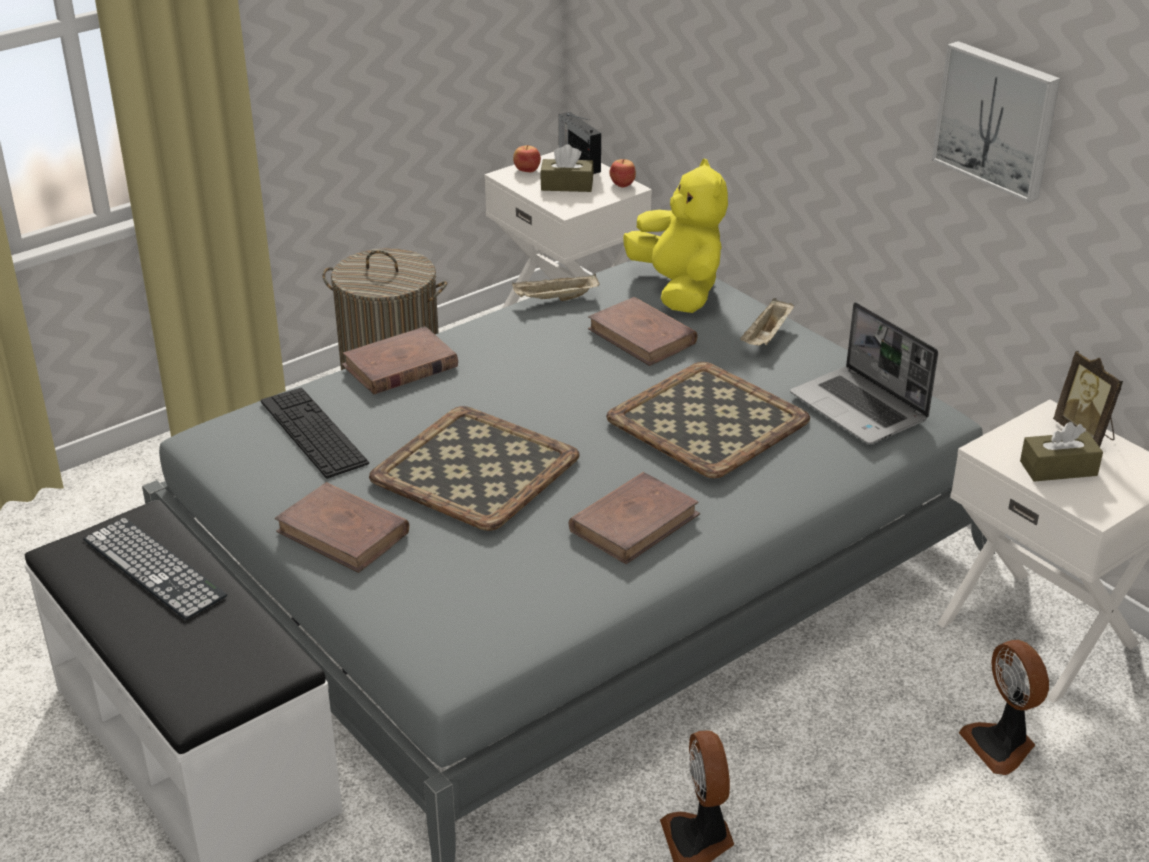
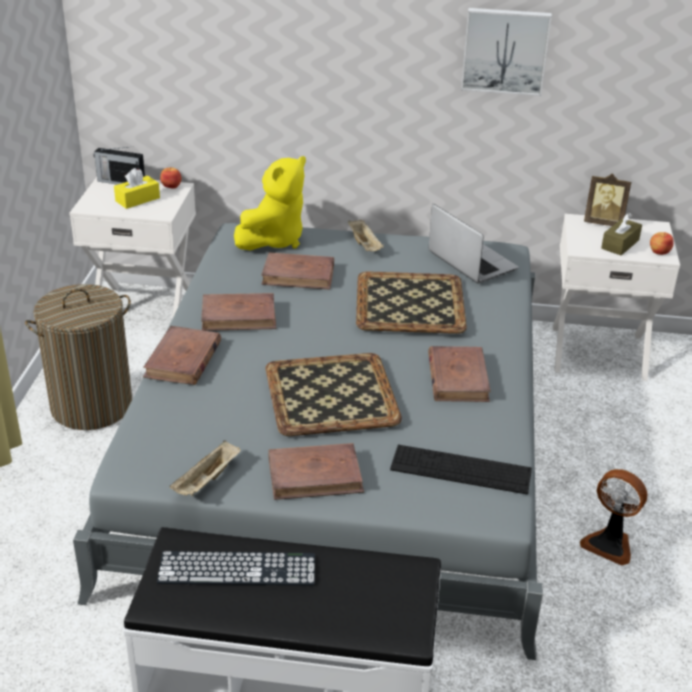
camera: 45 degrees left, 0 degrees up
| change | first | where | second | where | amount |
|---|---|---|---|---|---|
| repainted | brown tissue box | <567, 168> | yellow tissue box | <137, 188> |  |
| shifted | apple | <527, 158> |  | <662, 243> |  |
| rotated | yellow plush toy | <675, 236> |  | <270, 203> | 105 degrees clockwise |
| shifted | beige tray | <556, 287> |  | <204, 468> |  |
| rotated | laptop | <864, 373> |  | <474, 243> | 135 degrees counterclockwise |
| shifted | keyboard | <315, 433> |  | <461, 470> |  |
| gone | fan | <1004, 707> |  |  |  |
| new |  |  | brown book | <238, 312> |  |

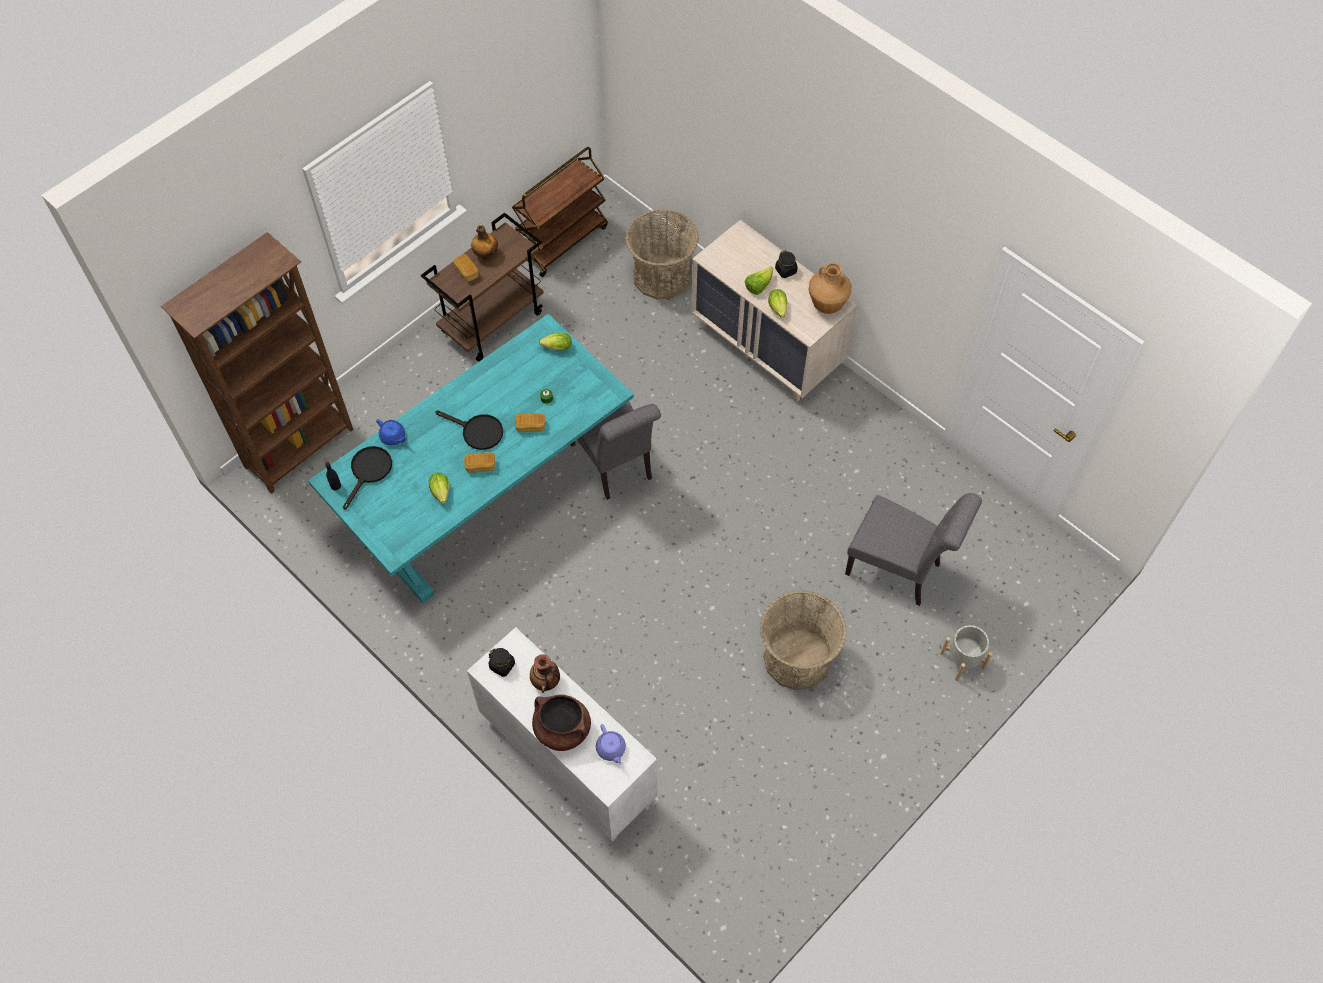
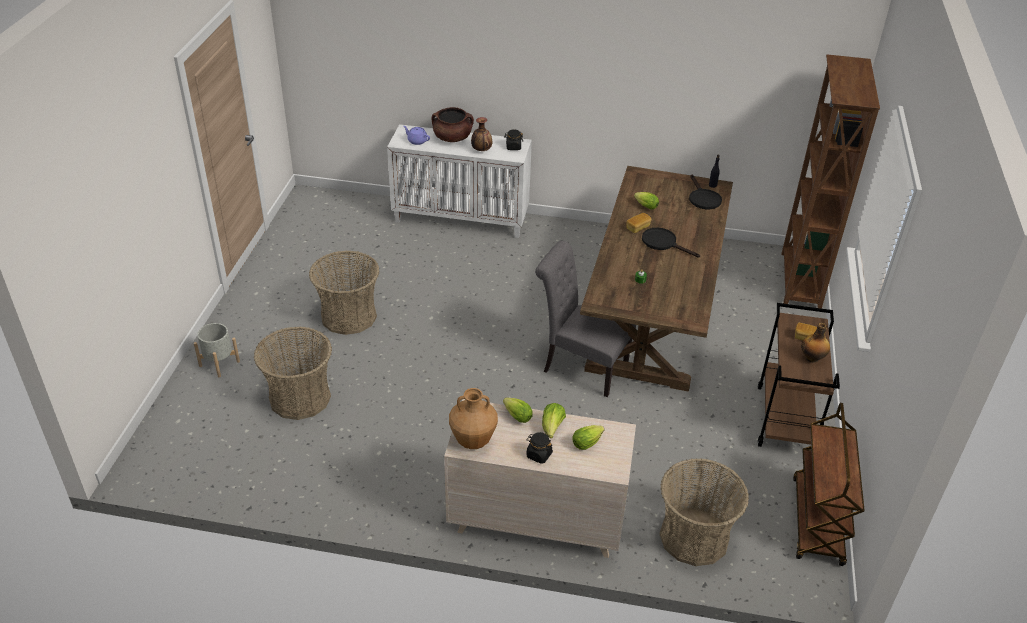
camera: 145 degrees right, 20 degrees down
| change | first | where | second | where | amount |
|---|---|---|---|---|---|
| repainted | turquoise dining table | <471, 458> | brown dining table | <656, 279> |  |
| shifted | lettuce | <555, 341> |  | <588, 437> |  |
| rotated | black frying pan | <469, 430> |  | <671, 242> | 45 degrees clockwise |
| gone | bread | <530, 422> |  |  |  |
| gone | blue teapot | <391, 432> |  |  |  |
| swapped | grey chair | <913, 549> | basket | <293, 373> |  |

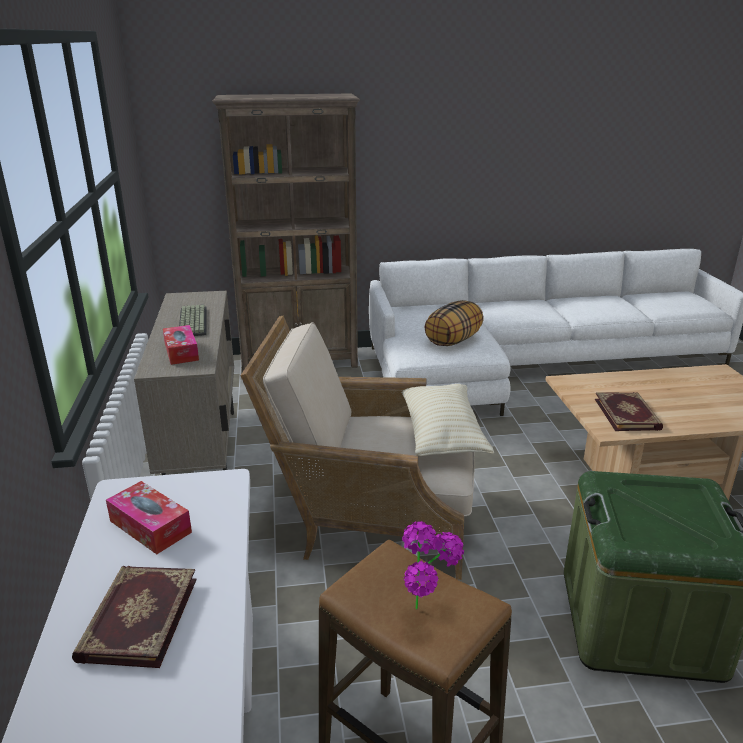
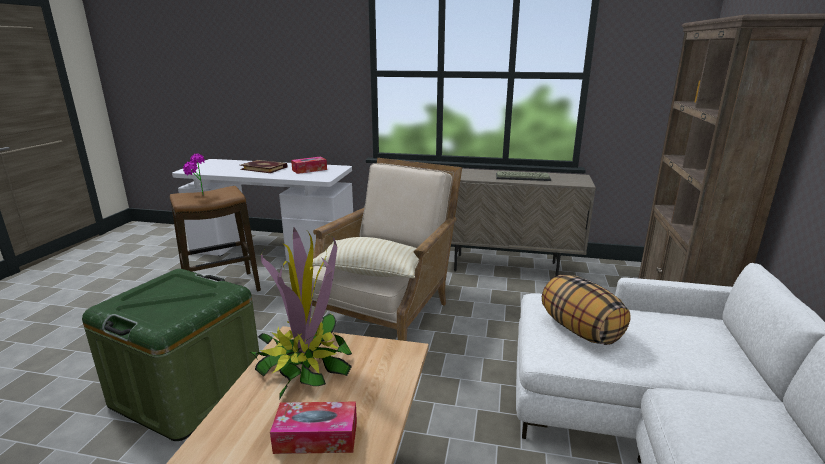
camera: 110 degrees right, 5 degrees down
| change | first | where | second | where | amount |
|---|---|---|---|---|---|
| shifted | tissue box | <181, 345> |  | <313, 428> |  |
| swapped | book | <629, 411> | potted plant | <301, 313> |  |

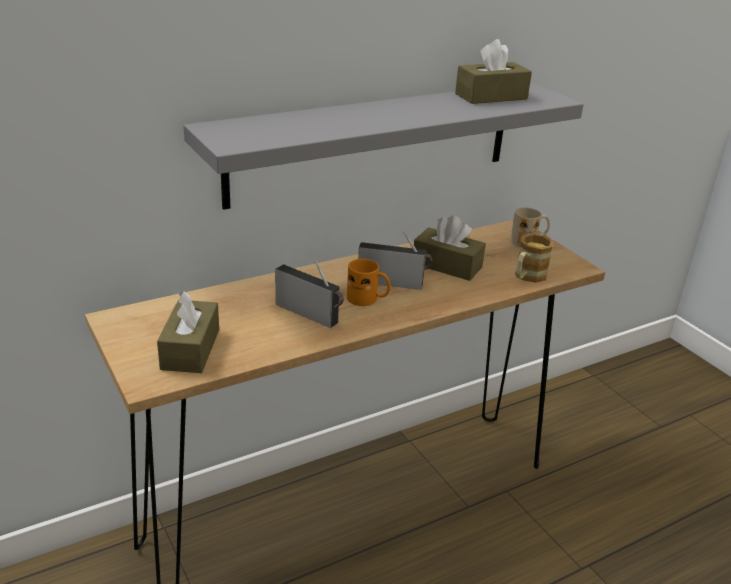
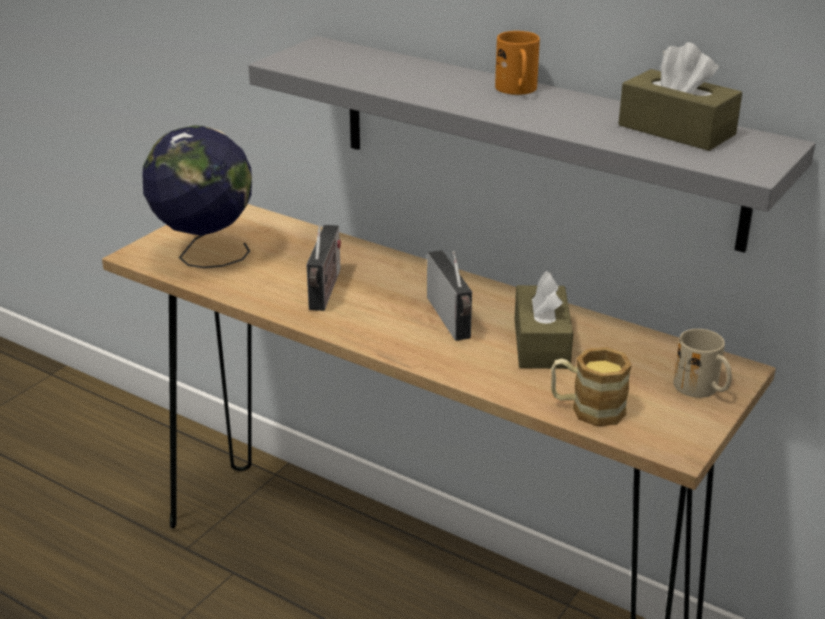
camera: 65 degrees right, 0 degrees up
| change | first | where | second | where | amount |
|---|---|---|---|---|---|
| shifted | orange mug | <369, 282> |  | <517, 63> |  |
| swapped | brown tissue box | <188, 332> | globe | <197, 196> |  |

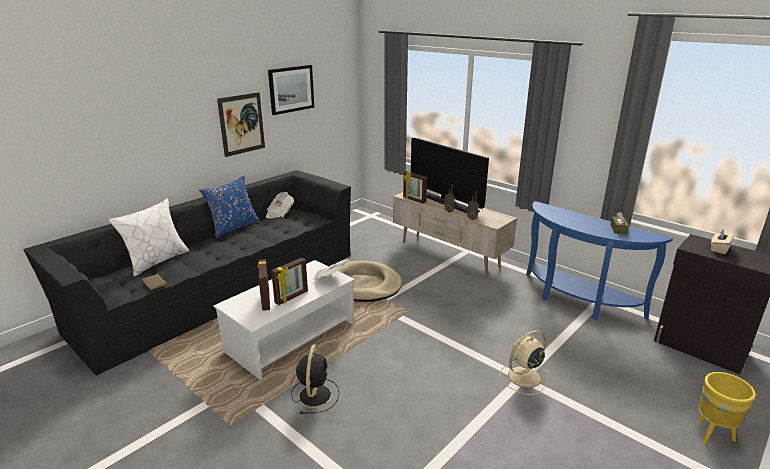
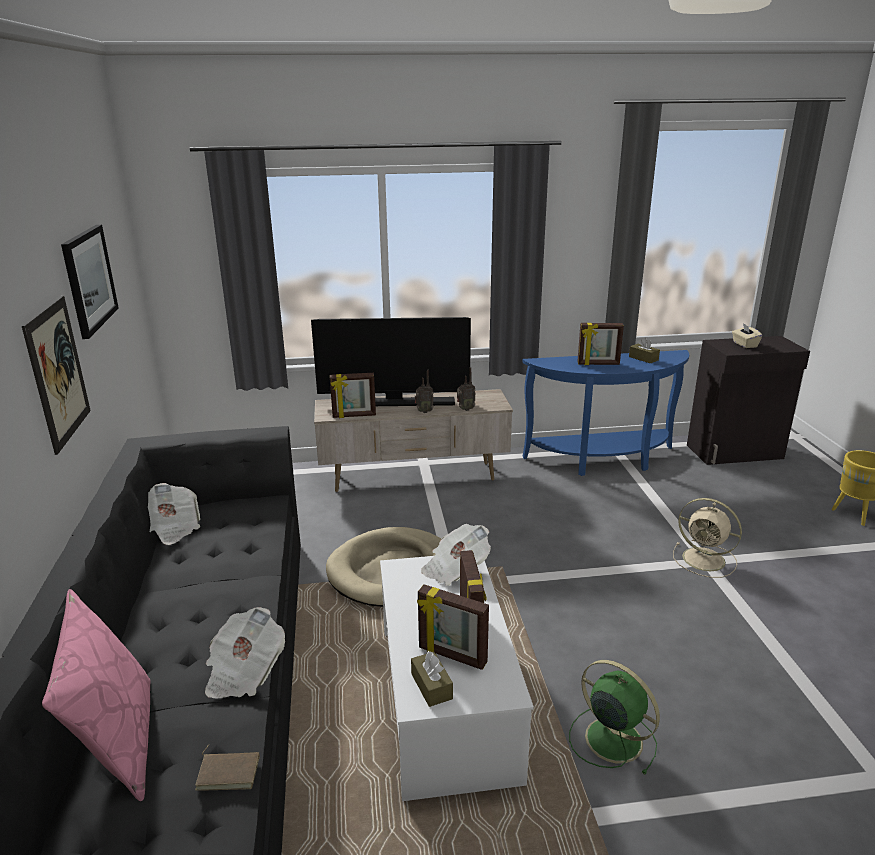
camera: 50 degrees left, 0 degrees up
| change | first | where | second | where | amount |
|---|---|---|---|---|---|
| gone | blue pillow | <229, 207> |  |  |  |
| repainted | white pillow | <149, 237> | pink pillow | <96, 695> |  |
| rotated | beige fan | <524, 362> |  | <707, 538> | 60 degrees counterclockwise |
| repainted | black fan | <315, 379> | green fan | <614, 717> |  |
| new |  |  | picture frame | <600, 344> |  |
| new |  |  | newspaper | <245, 653> |  |
| new |  |  | brown tissue box | <432, 679> |  |

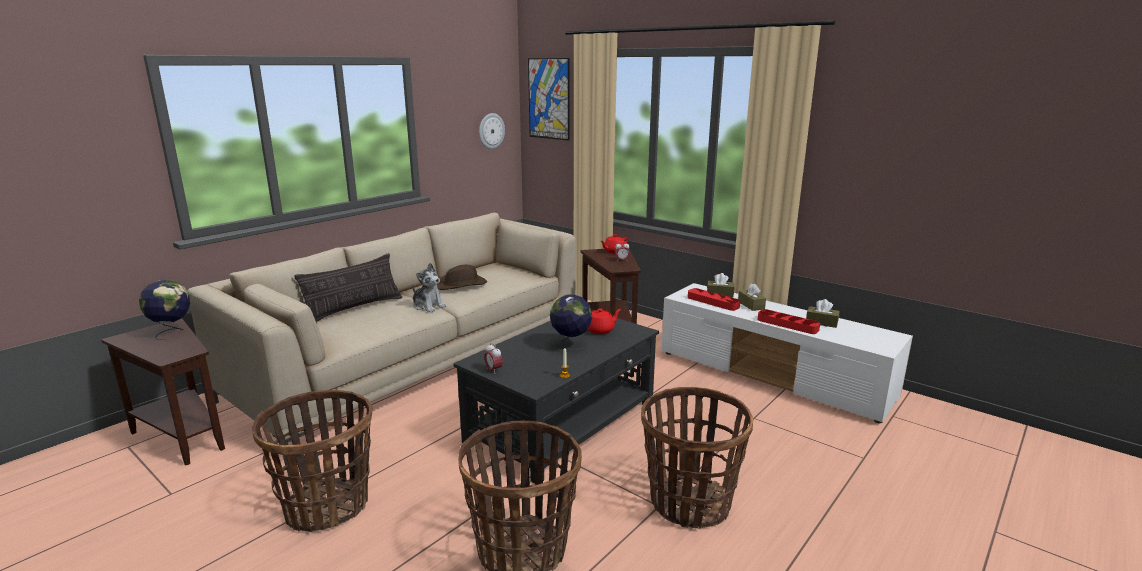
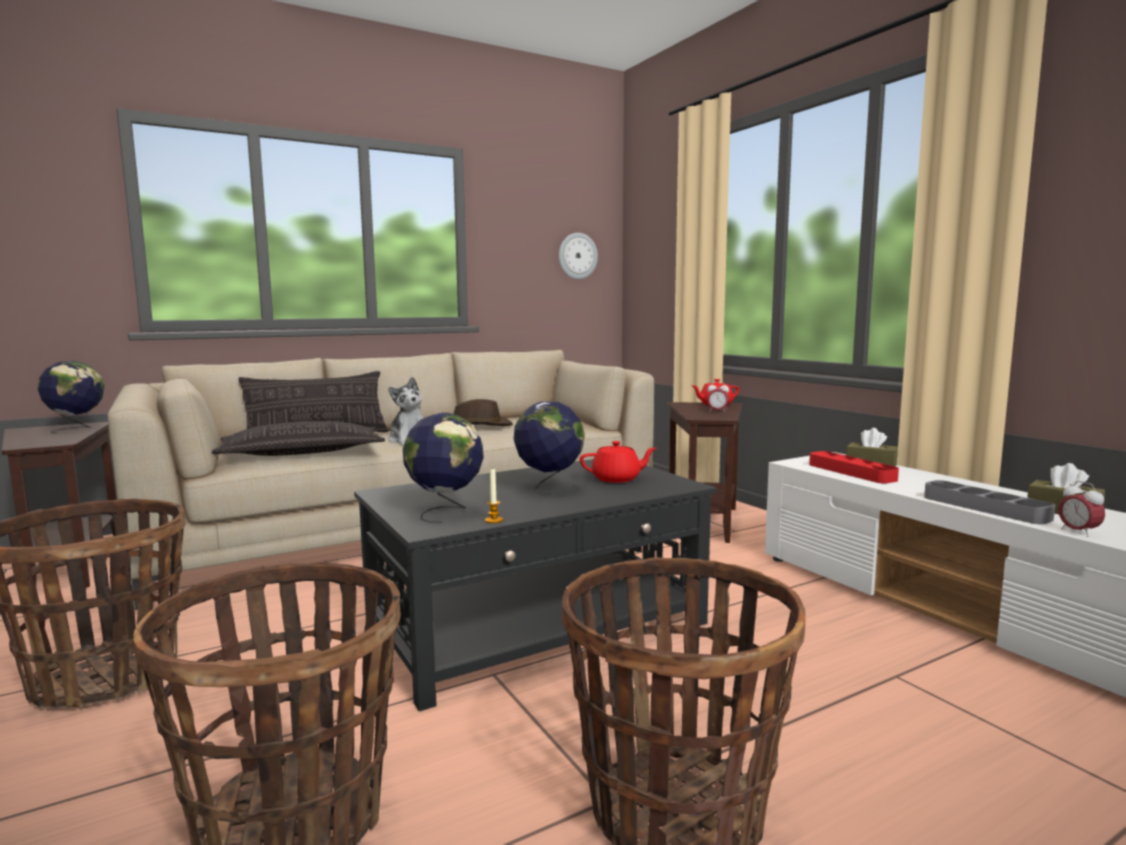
camera: 20 degrees right, 10 degrees down
| change | first | where | second | where | amount |
|---|---|---|---|---|---|
| gone | picture | <549, 99> |  |  |  |
| gone | brown tissue box | <752, 297> |  |  |  |
| repainted | red tray | <789, 321> | grey tray | <989, 502> |  |
| shifted | alarm clock | <493, 358> |  | <1081, 509> |  |
| new |  |  | globe | <443, 468> |  |
| new |  |  | pillow | <298, 438> |  |

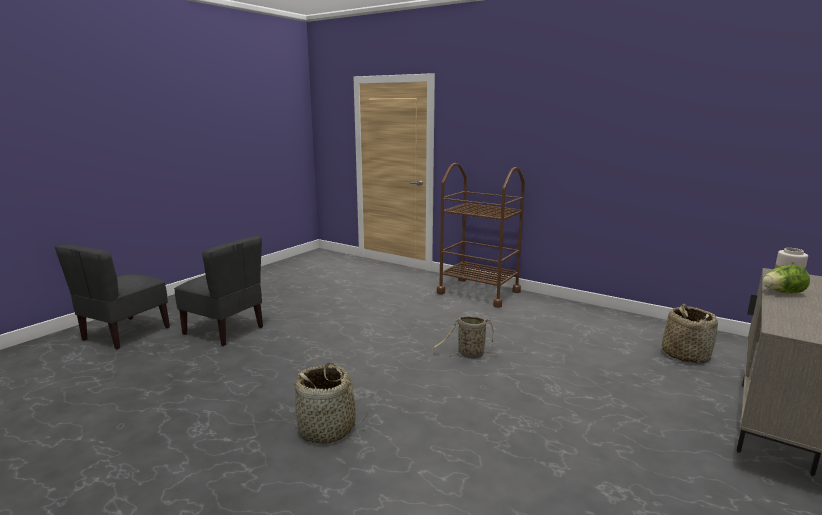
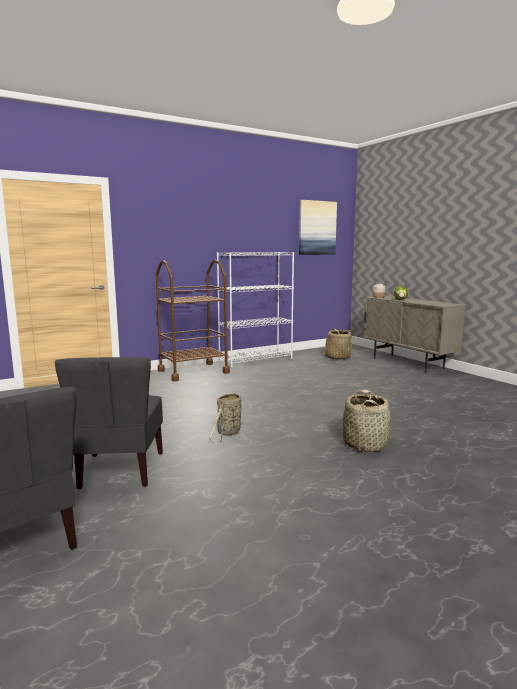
camera: 65 degrees left, 5 degrees down
| change | first | where | second | where | amount |
|---|---|---|---|---|---|
| rotated | grey chair | <218, 291> |  | <109, 423> | 120 degrees clockwise |
| shifted | basket | <465, 337> |  | <226, 418> |  |
| new |  |  | picture | <318, 227> |  |
| new |  |  | white bookcase | <255, 310> |  |

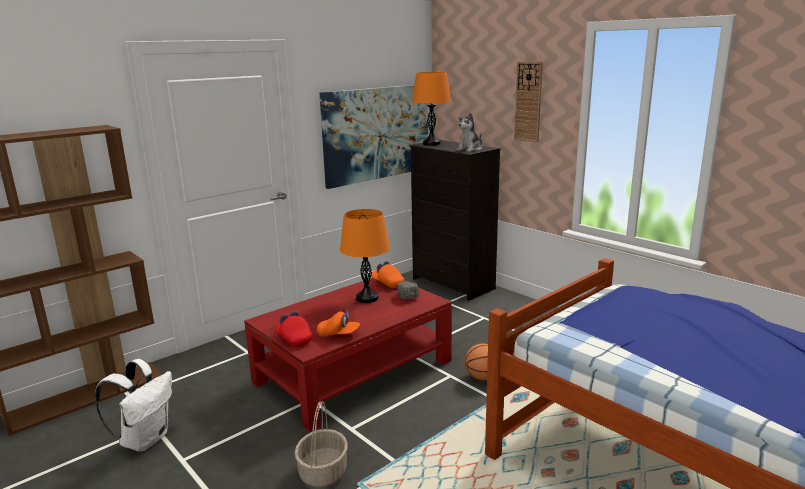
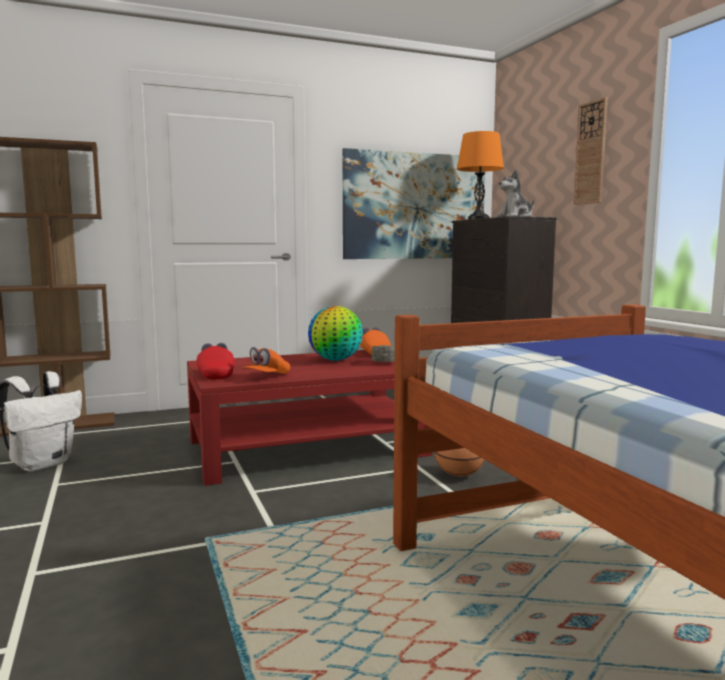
camera: 20 degrees right, 10 degrees down
| change | first | where | second | where | amount |
|---|---|---|---|---|---|
| swapped | orange table lamp | <365, 256> | globe | <335, 333> |  |
| rotated | orange cap | <338, 323> |  | <266, 360> | 90 degrees clockwise |
| gone | basket | <321, 444> |  |  |  |

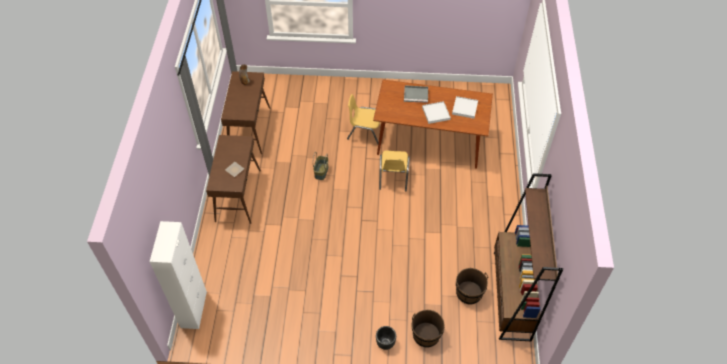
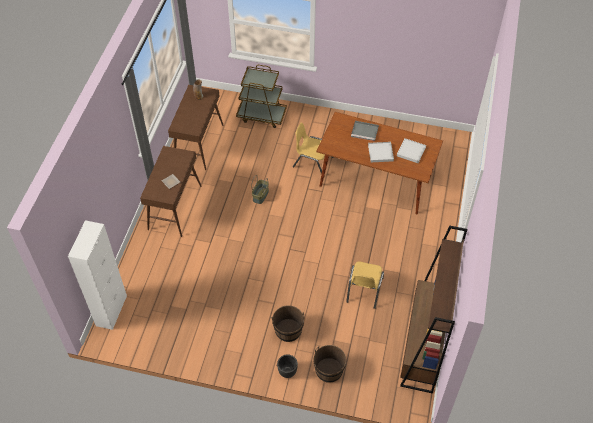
camera: 10 degrees right, 0 degrees up
| change | first | where | second | where | amount |
|---|---|---|---|---|---|
| shifted | yellow chair | <394, 171> |  | <365, 285> |  |
| shifted | brown bucket | <472, 286> |  | <288, 323> |  |
| new |  |  | brown cart | <261, 96> |  |

